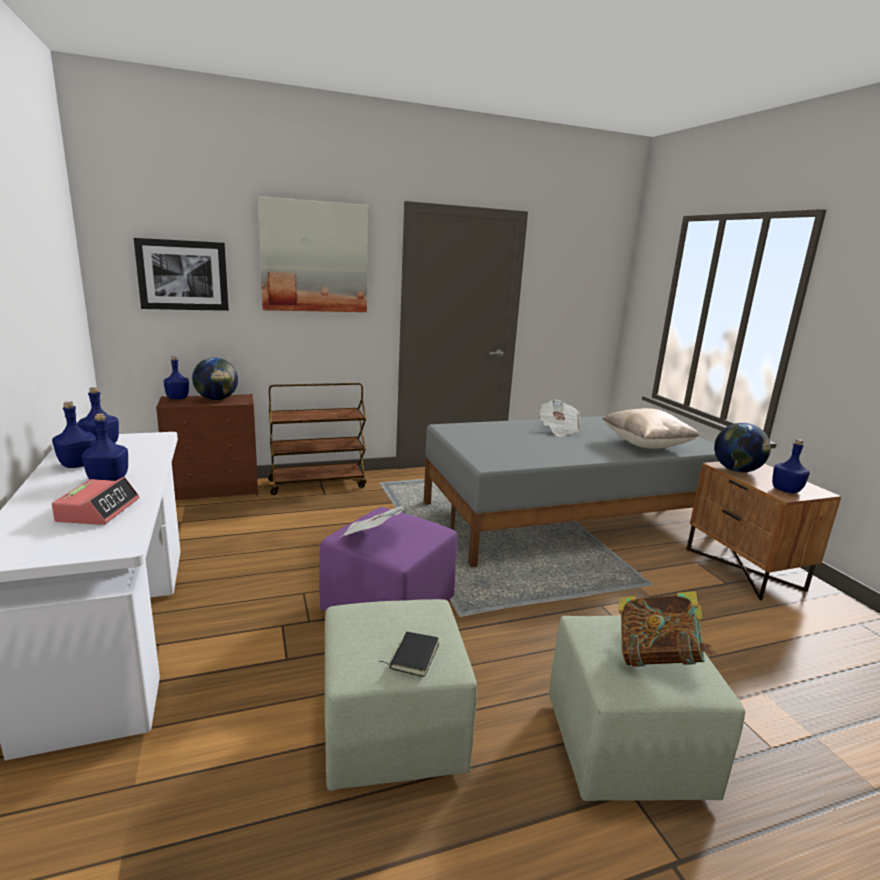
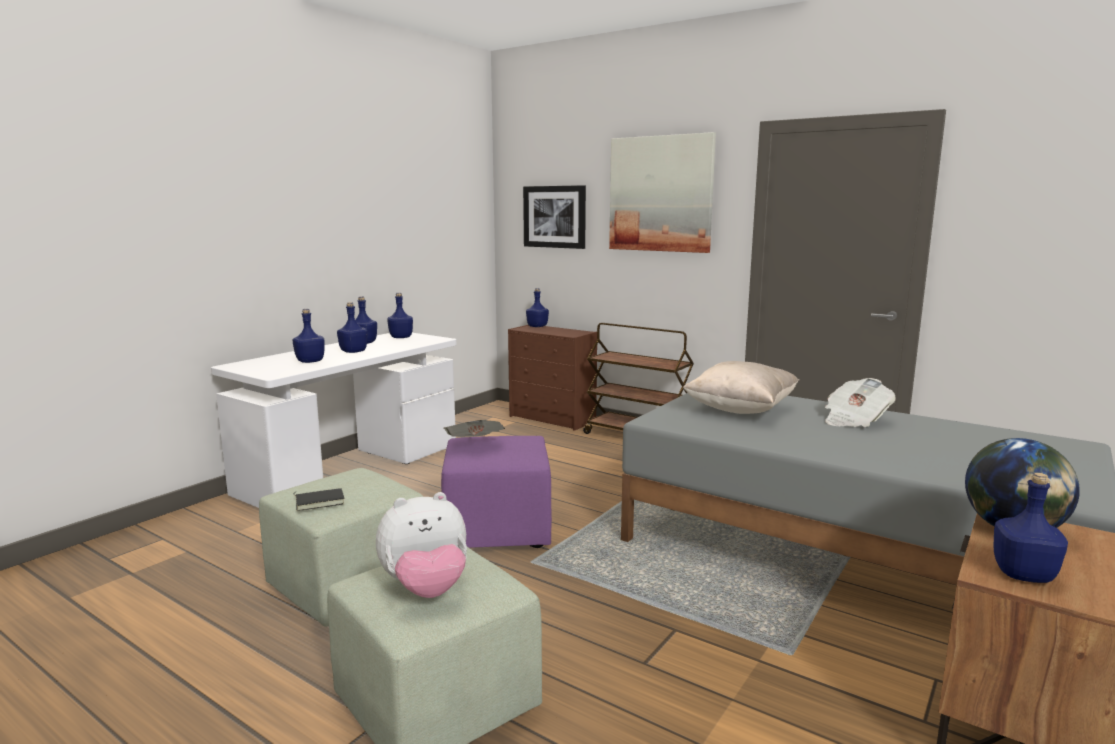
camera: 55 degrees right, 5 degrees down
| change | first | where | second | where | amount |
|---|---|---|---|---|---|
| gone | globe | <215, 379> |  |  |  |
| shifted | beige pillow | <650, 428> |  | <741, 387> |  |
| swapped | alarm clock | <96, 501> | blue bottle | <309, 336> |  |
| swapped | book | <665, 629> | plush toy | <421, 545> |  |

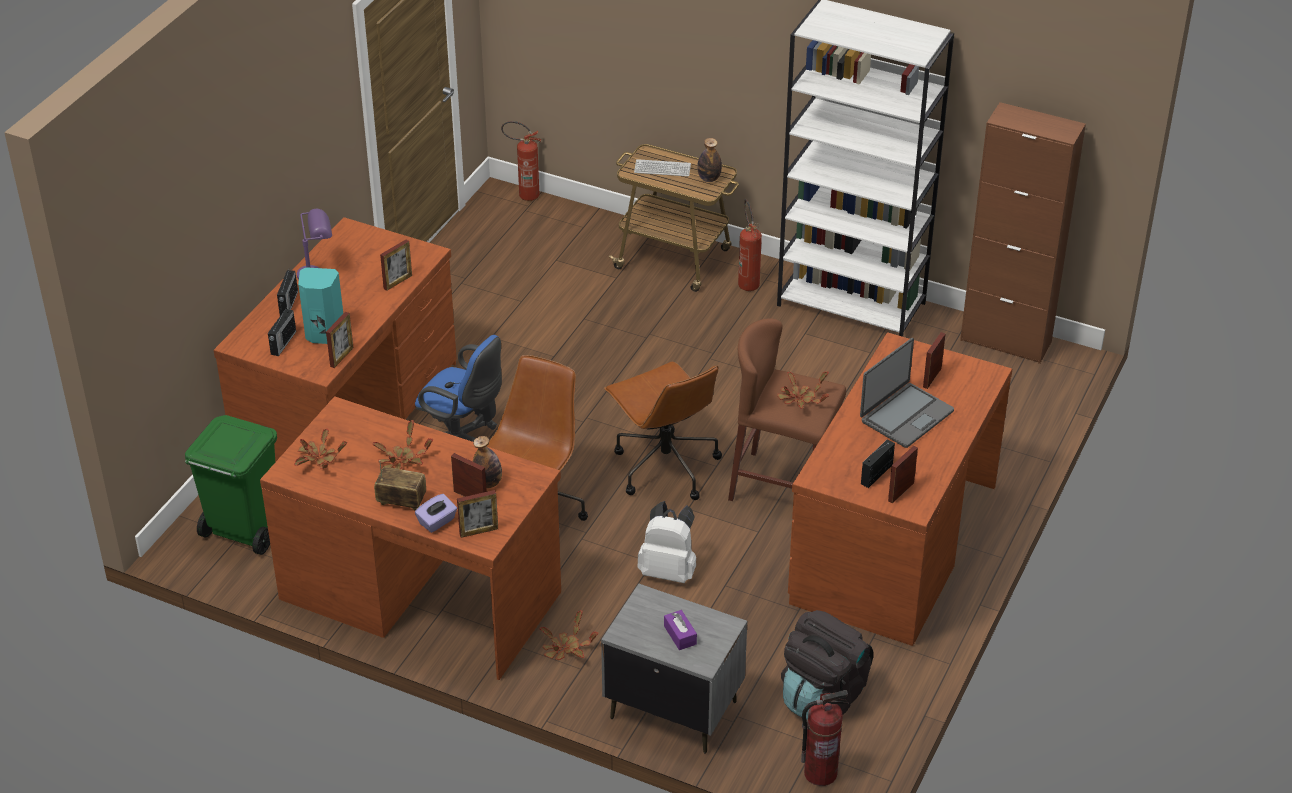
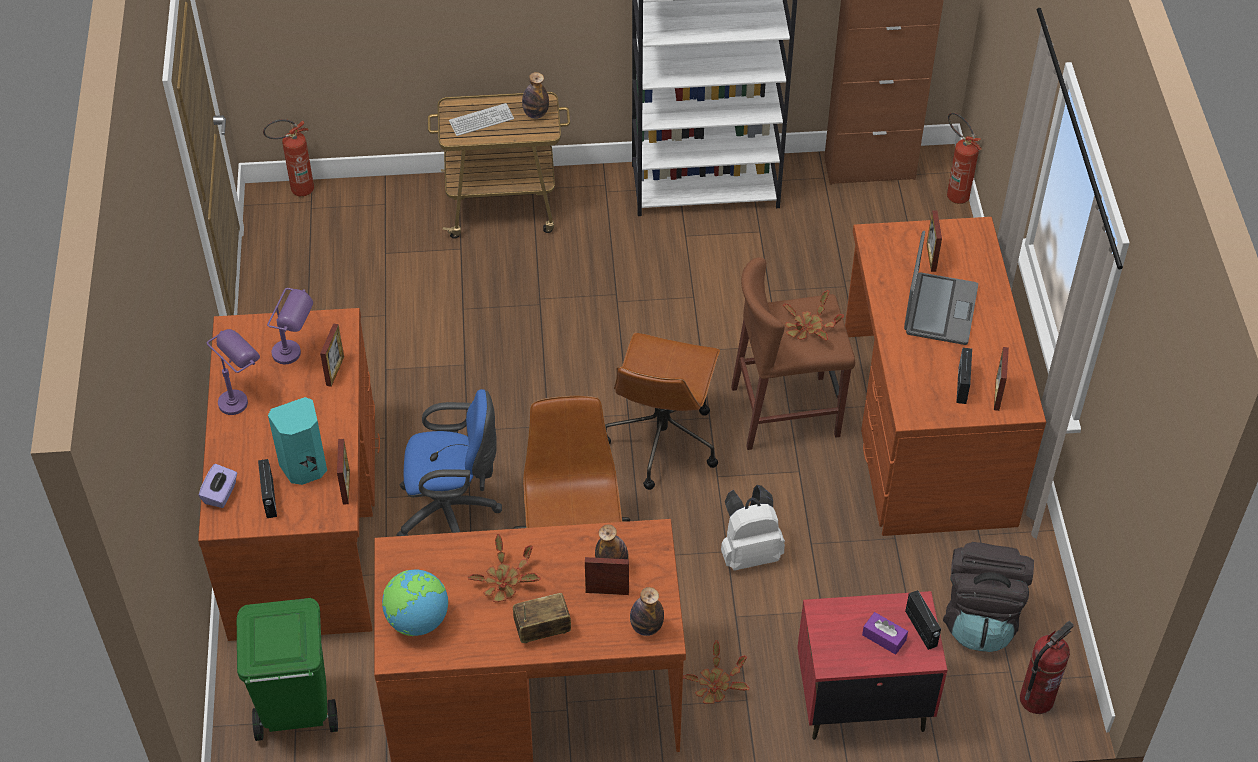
camera: 30 degrees left, 10 degrees up
| change | first | where | second | where | amount |
|---|---|---|---|---|---|
| shifted | fire extinguisher | <750, 245> |  | <964, 158> |  |
| shifted | radio | <287, 293> |  | <923, 620> |  |
| rotated | brown office chair | <663, 431> |  | <662, 411> | 75 degrees clockwise |
| swapped | potted plant | <321, 449> | globe | <415, 603> |  |
| swapped | picture frame | <477, 514> | bottle | <647, 611> |  |
| shifted | purple tissue box | <436, 513> |  | <217, 486> |  |
| repainted | grey nightstand | <674, 669> | red nightstand | <872, 665> |  |
| new |  |  | purple table lamp | <290, 326> |  |

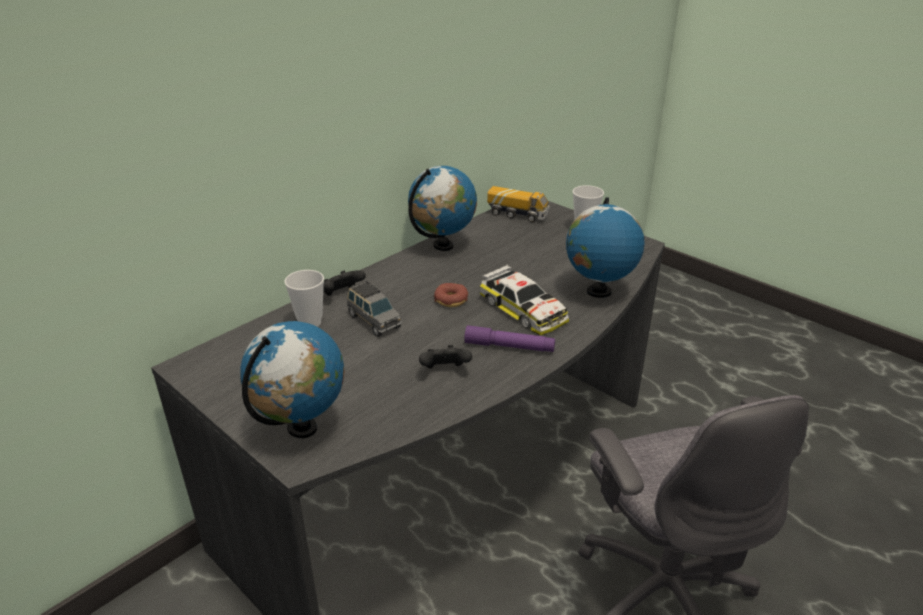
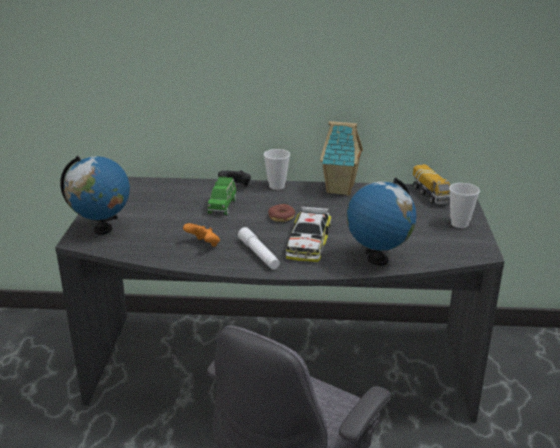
camera: 50 degrees right, 5 degrees down
| change | first | where | second | where | amount |
|---|---|---|---|---|---|
| swapped | globe | <442, 208> | toy house | <341, 158> |  |
| shifted | cup | <304, 298> |  | <277, 169> |  |
| repainted | grey toy car | <374, 309> | green toy car | <221, 195> |  |
| repainted | purple flashlight | <509, 338> | white flashlight | <259, 248> |  |
| repainted | black game controller | <445, 356> | orange game controller | <201, 235> |  |

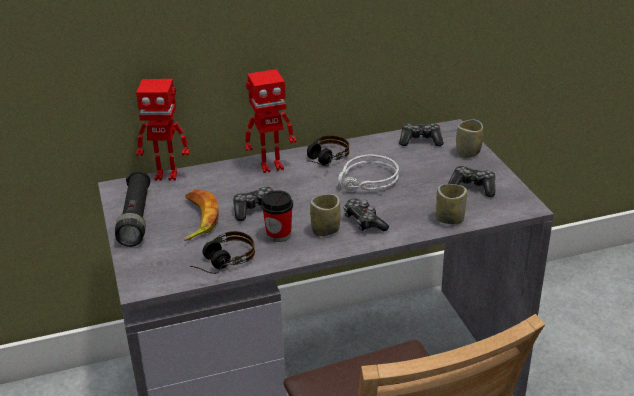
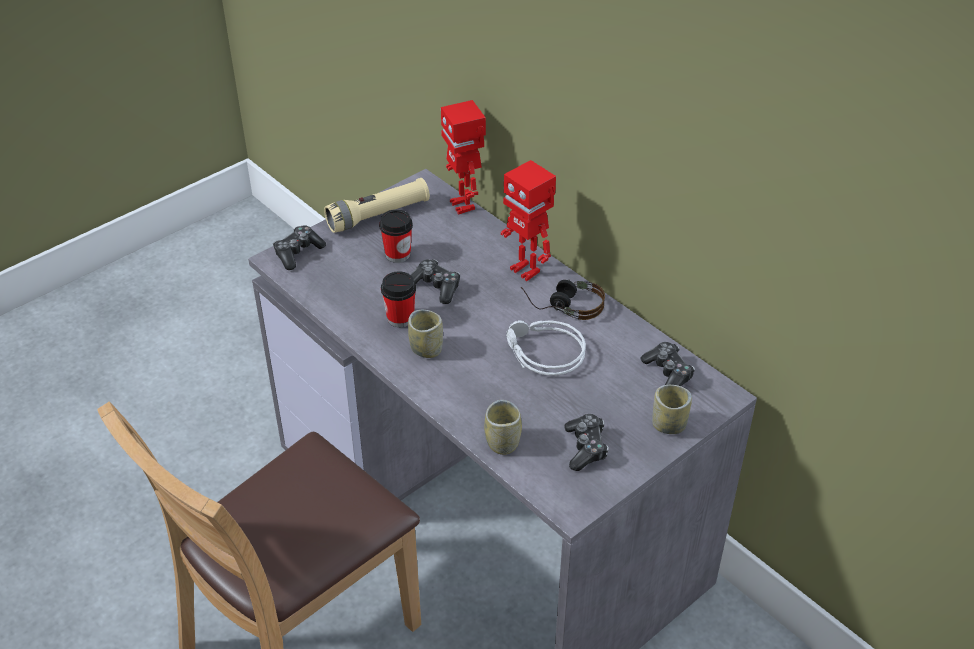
camera: 65 degrees right, 10 degrees up
| change | first | where | second | where | amount |
|---|---|---|---|---|---|
| repainted | black flashlight | <132, 209> | beige flashlight | <377, 205> |  |
| swapped | banana | <201, 215> | cup | <396, 236> |  |
| shifted | game controller | <366, 215> |  | <299, 248> |  |
| gone | headphones | <222, 252> |  |  |  |

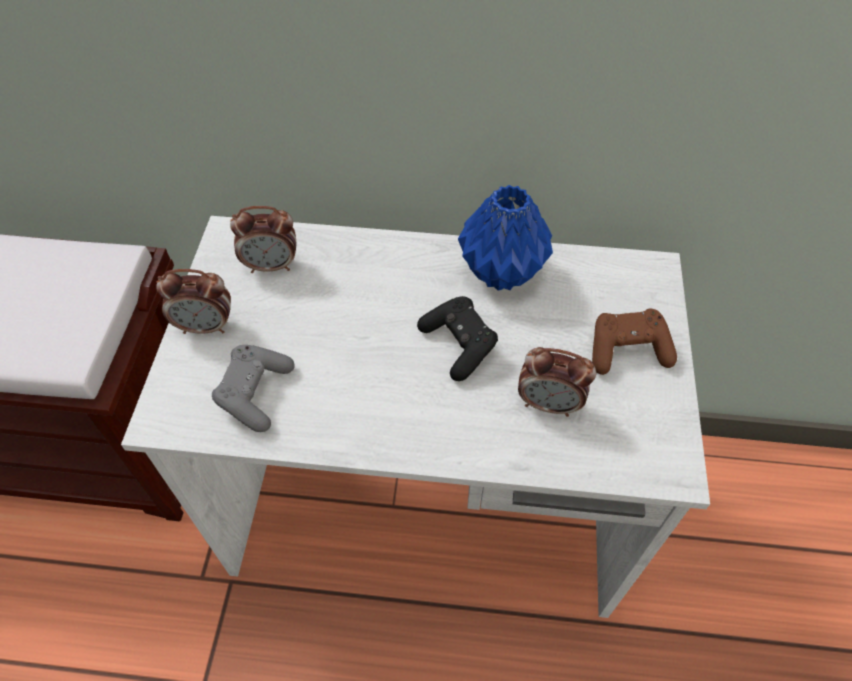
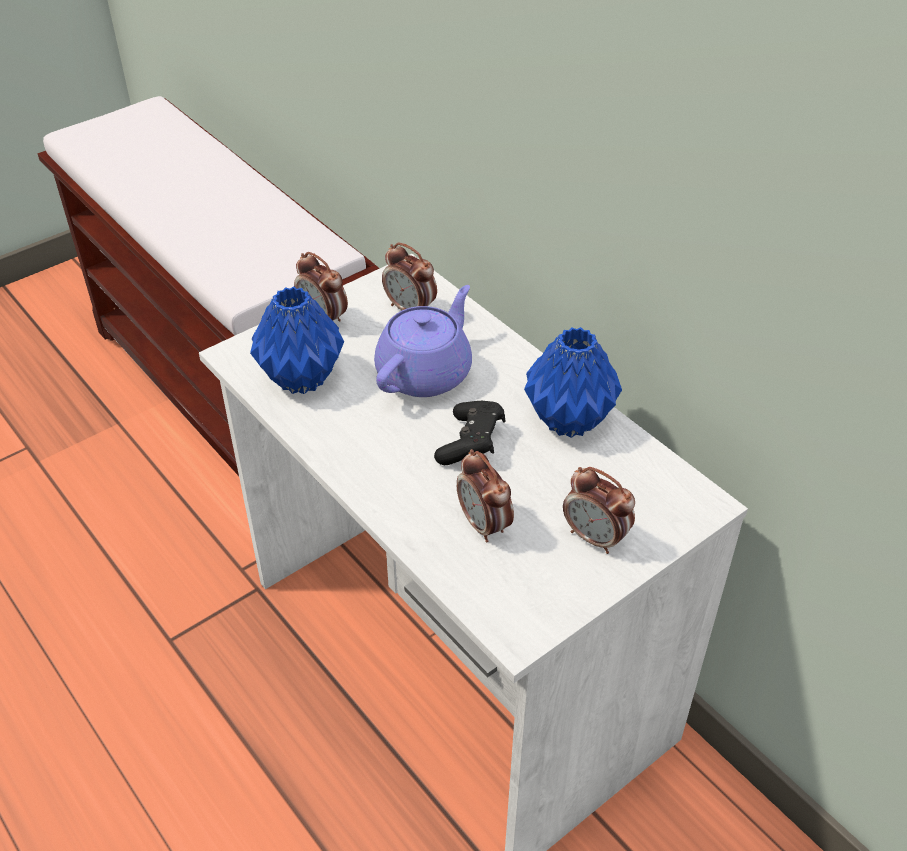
camera: 45 degrees right, 10 degrees down
| change | first | where | second | where | amount |
|---|---|---|---|---|---|
| swapped | brown game controller | <634, 342> | alarm clock | <599, 510> |  |
| swapped | grey game controller | <253, 388> | blue vase | <297, 340> |  |
| new |  |  | purple teapot | <423, 341> |  |

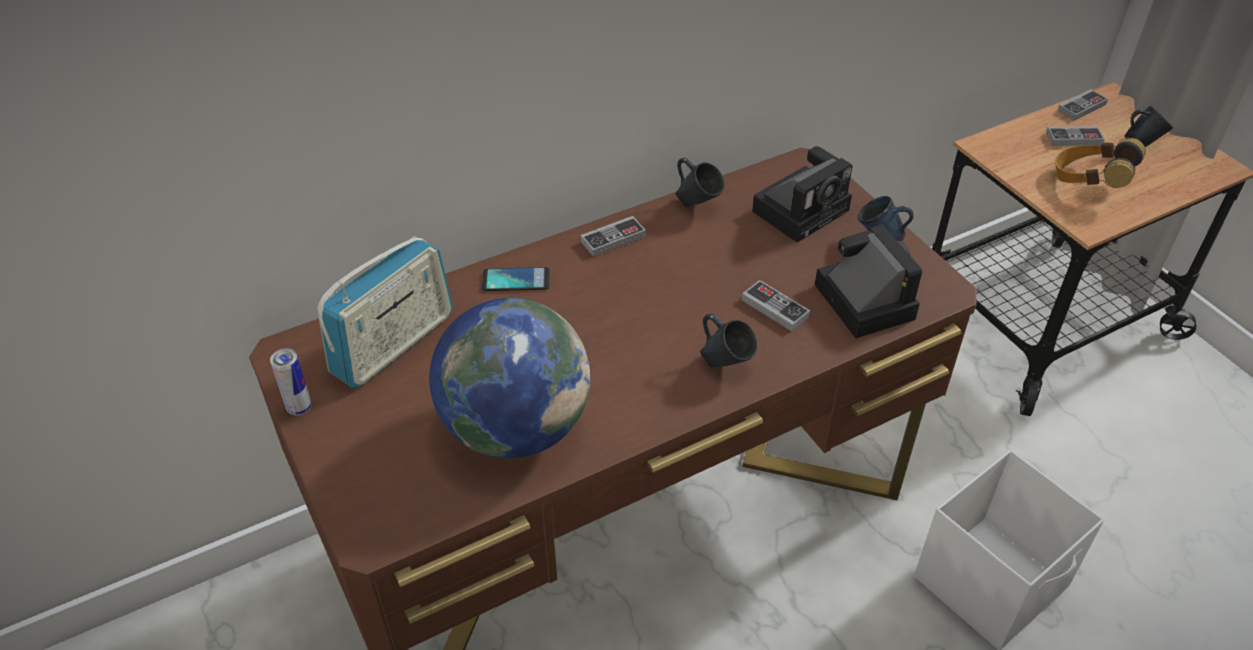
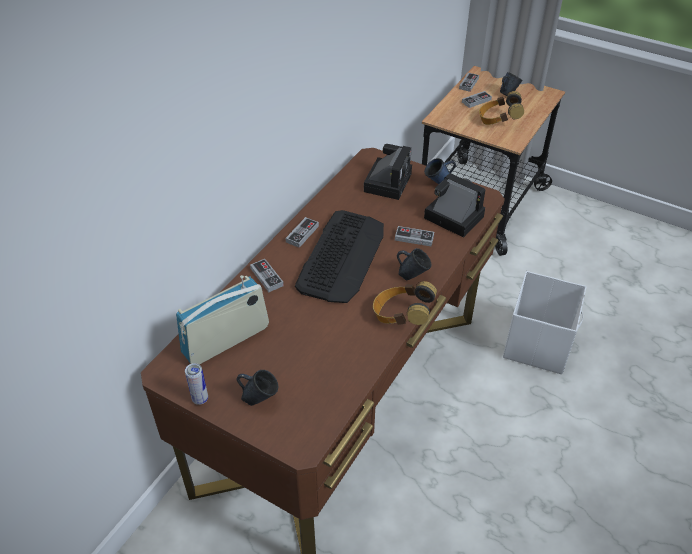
camera: 30 degrees left, 0 degrees up
| change | first | where | second | where | amount |
|---|---|---|---|---|---|
| shifted | blue mug | <700, 182> |  | <257, 388> |  |
| rotated | radio | <385, 312> |  | <222, 320> | 135 degrees counterclockwise |
| swapped | phone | <516, 279> | game controller | <267, 275> |  |
| gone | globe | <509, 378> |  |  |  |
| new |  |  | keyboard | <339, 256> |  |
| new |  |  | headphones | <405, 303> |  |

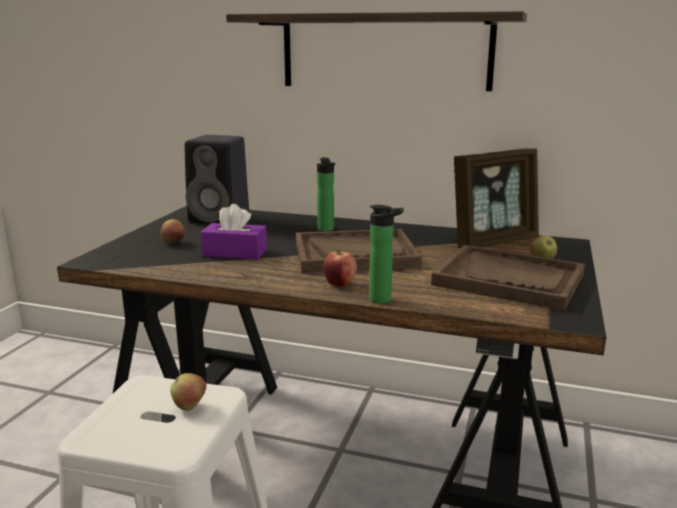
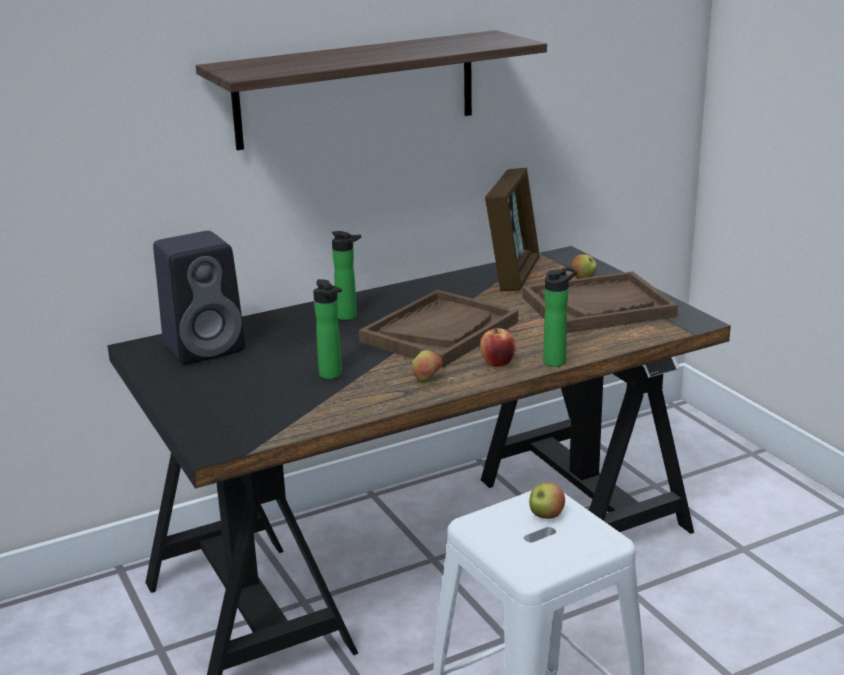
camera: 45 degrees left, 5 degrees up
| change | first | where | second | where | amount |
|---|---|---|---|---|---|
| swapped | purple tissue box | <233, 231> | bottle | <327, 329> |  |
| shifted | apple | <173, 231> |  | <427, 366> |  |

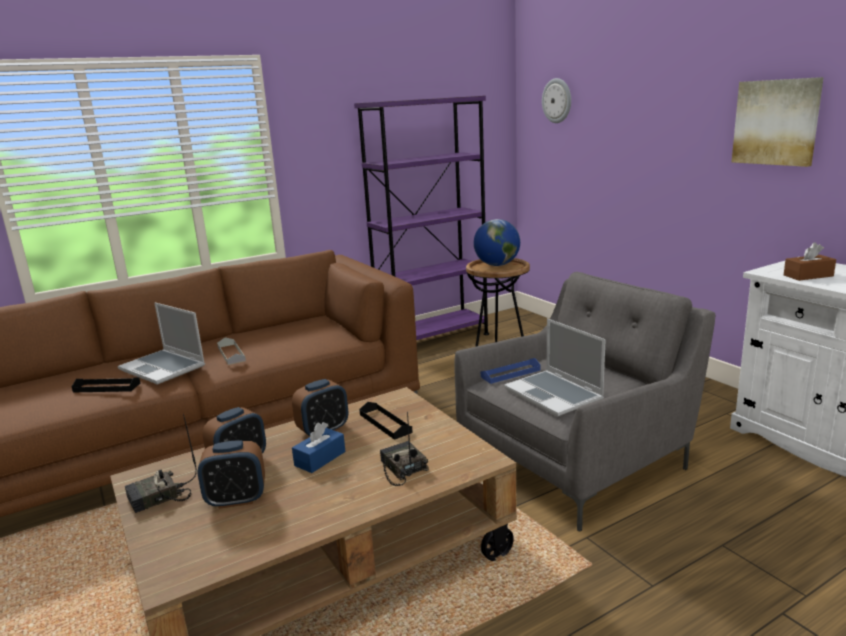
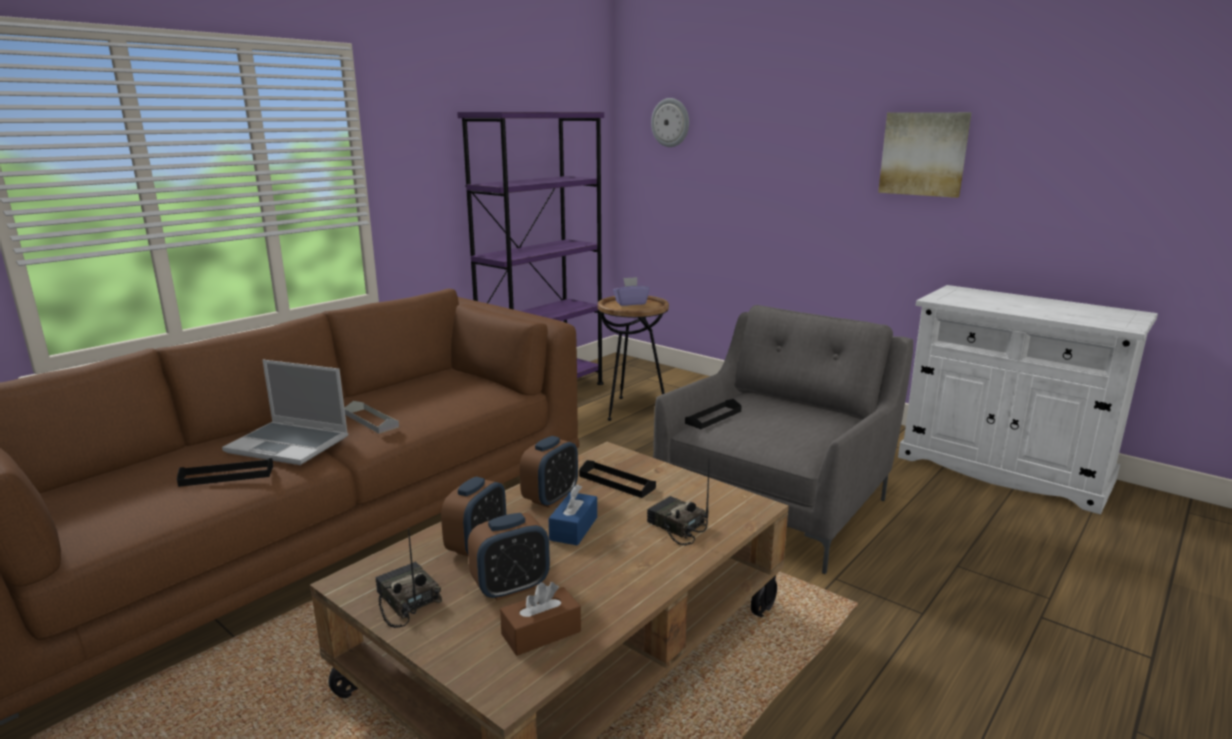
camera: 20 degrees left, 0 degrees up
| change | first | where | second | where | amount |
|---|---|---|---|---|---|
| swapped | globe | <497, 242> | purple tissue box | <631, 291> |  |
| shifted | brown tissue box | <810, 261> |  | <540, 619> |  |
| gone | laptop | <555, 367> |  |  |  |
| repainted | blue tray | <511, 371> | black tray | <713, 414> |  |
| rotated | radio | <161, 463> |  | <408, 578> | 105 degrees clockwise |

